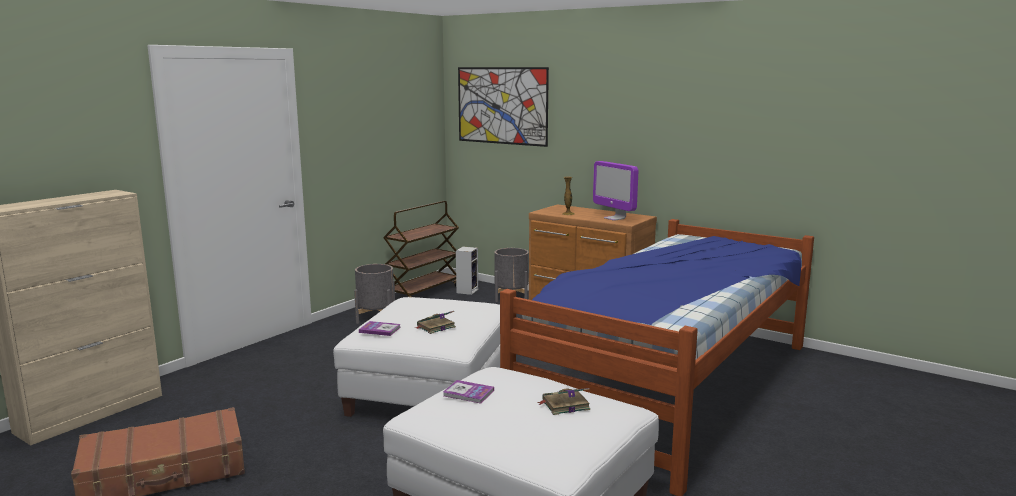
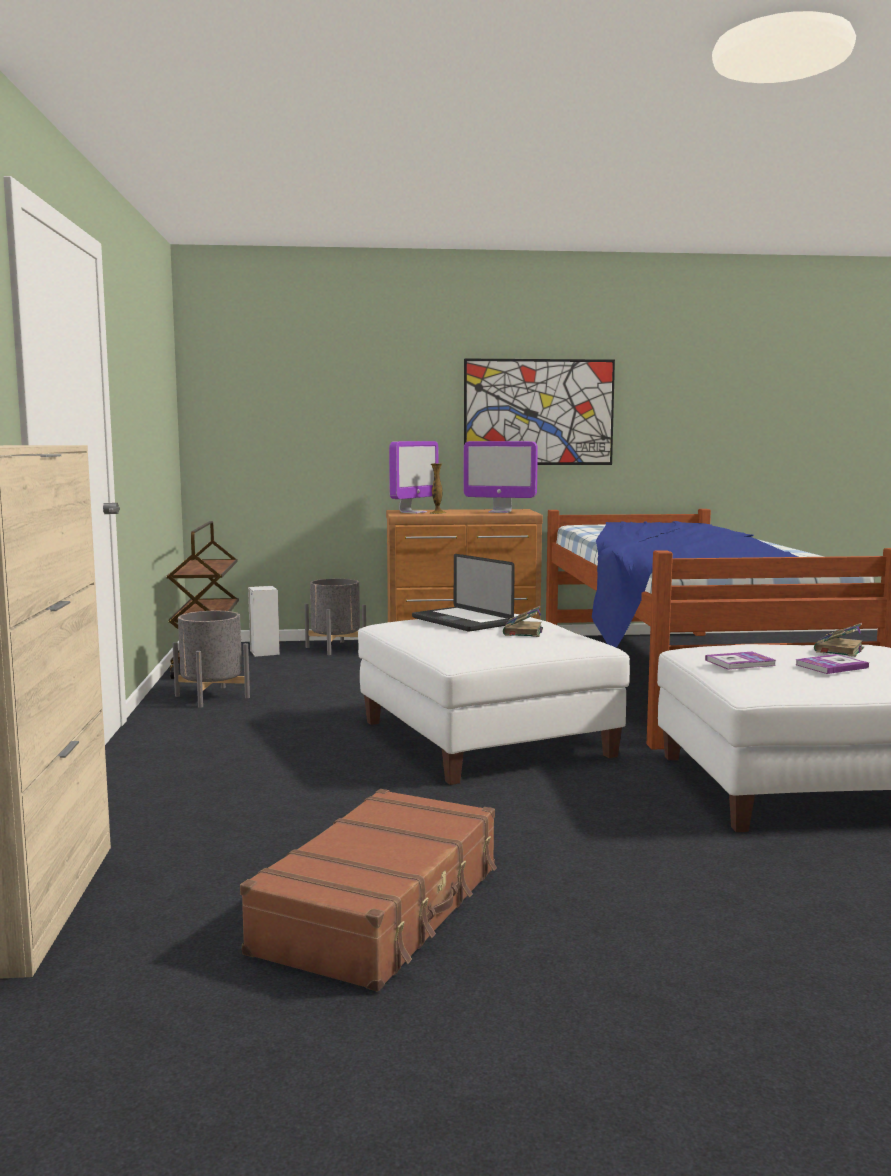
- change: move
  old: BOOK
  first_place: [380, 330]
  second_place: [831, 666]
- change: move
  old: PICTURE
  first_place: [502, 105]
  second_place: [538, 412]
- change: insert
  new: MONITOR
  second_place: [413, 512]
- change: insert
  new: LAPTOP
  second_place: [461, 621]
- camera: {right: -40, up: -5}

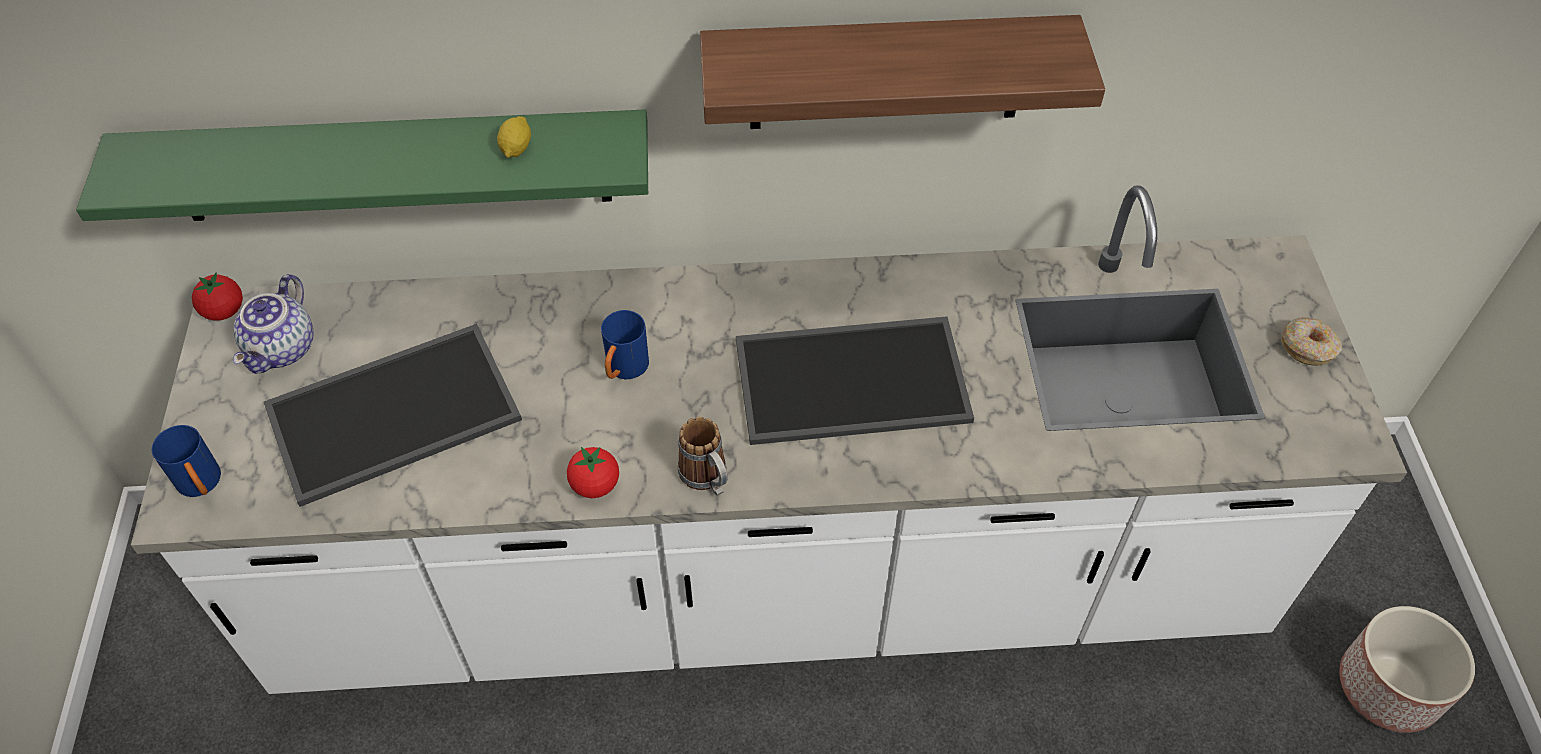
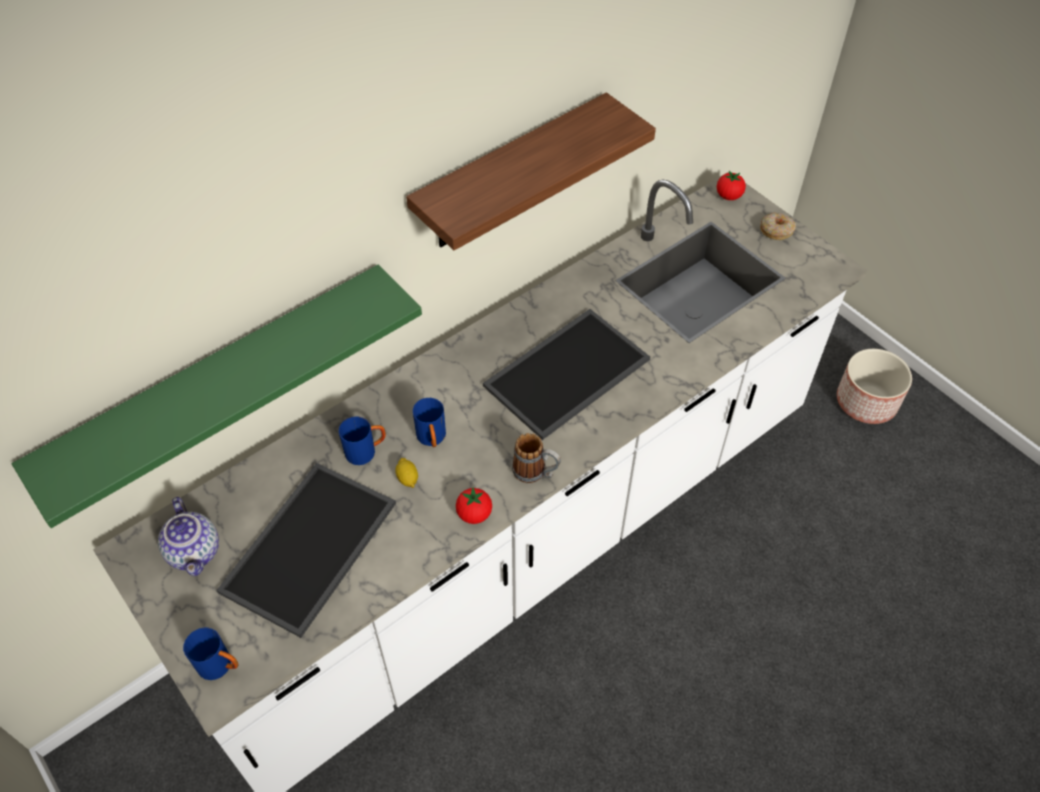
- change: move
  old: TOMATO
  first_place: [224, 311]
  second_place: [728, 196]
- change: move
  old: LEMON
  first_place: [516, 148]
  second_place: [407, 478]
- change: insert
  new: BLUE MUG
  second_place: [366, 451]
- camera: {right: -35, up: 0}

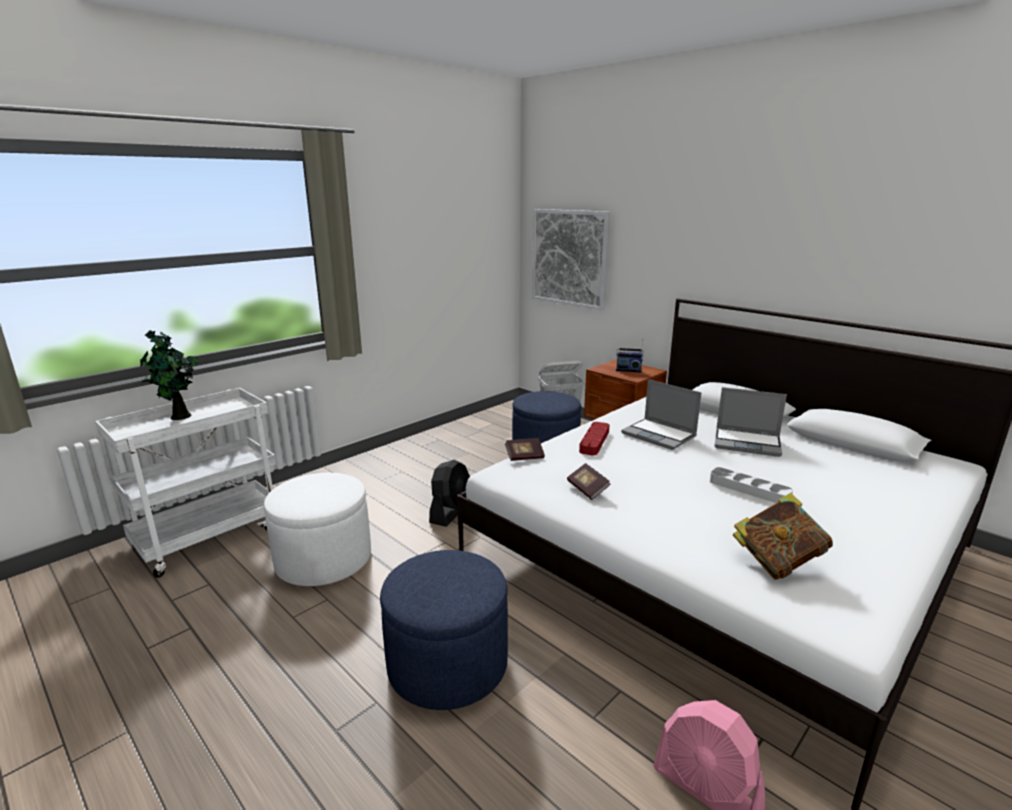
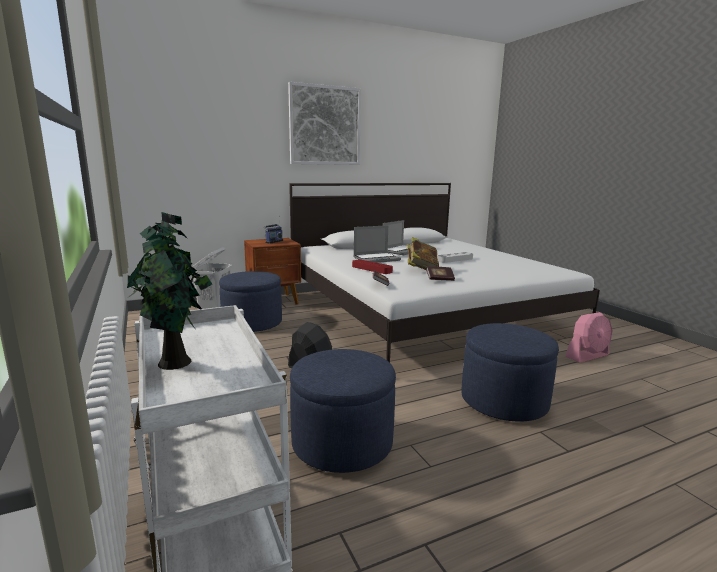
- change: recolor
  old: WHITE OTTOMAN
  new: BLUE OTTOMAN
  first_place: [323, 559]
  second_place: [342, 442]
- change: move
  old: PICTURE
  first_place: [569, 258]
  second_place: [325, 125]
- change: move
  old: BOOK
  first_place: [777, 561]
  second_place: [421, 269]
- camera: {right: -70, up: -5}

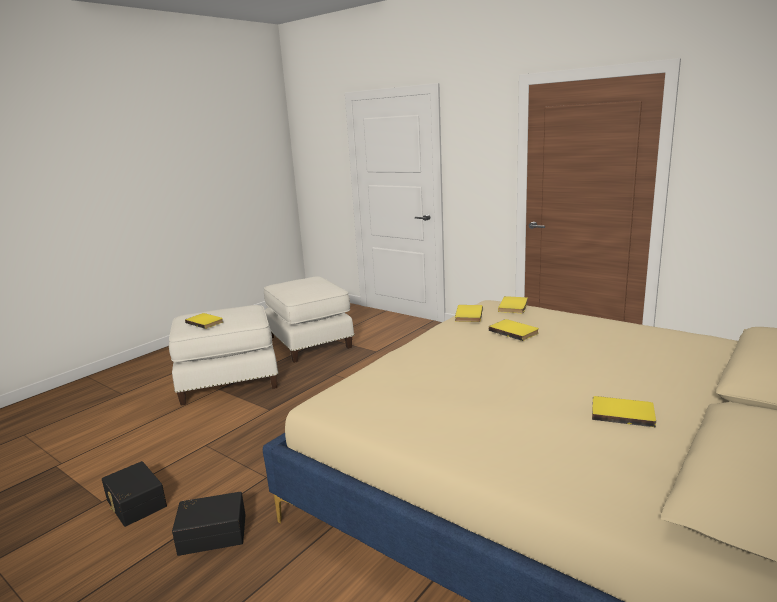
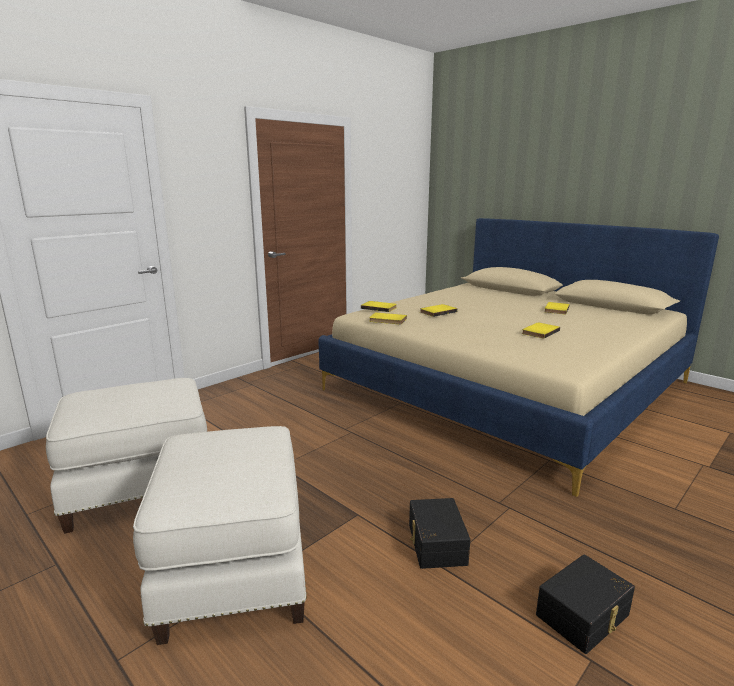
- change: move
  old: BLACK STORAGE BOX
  first_place: [212, 533]
  second_place: [435, 544]
- change: move
  old: YELLOW BOOK
  first_place: [205, 322]
  second_place: [539, 332]
- camera: {right: -85, up: 0}

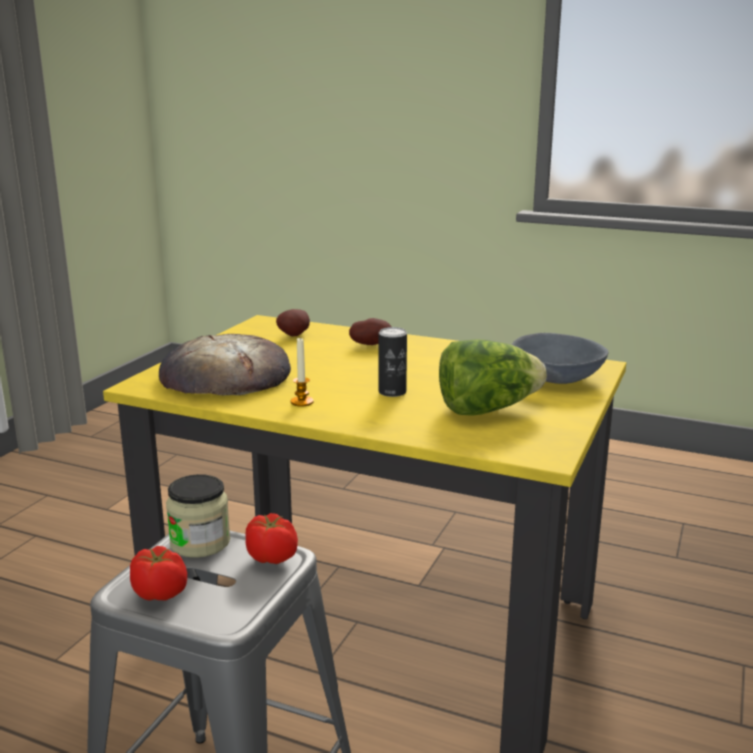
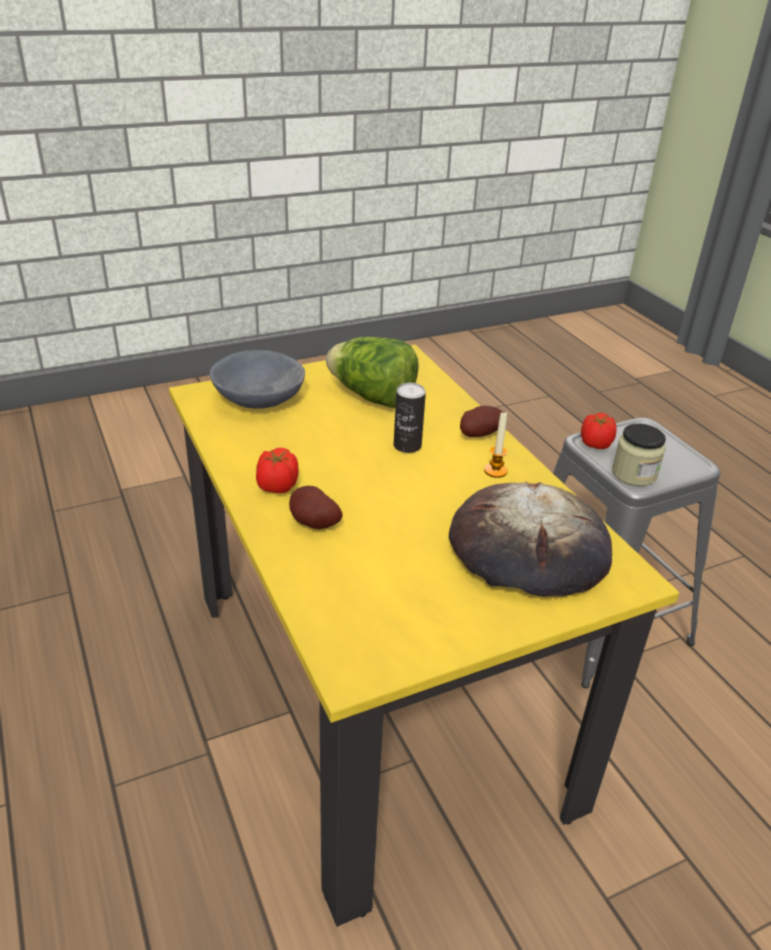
- change: move
  old: TOMATO
  first_place: [160, 593]
  second_place: [277, 486]
- change: move
  old: POTATO
  first_place: [295, 335]
  second_place: [479, 434]
- camera: {right: -140, up: 15}

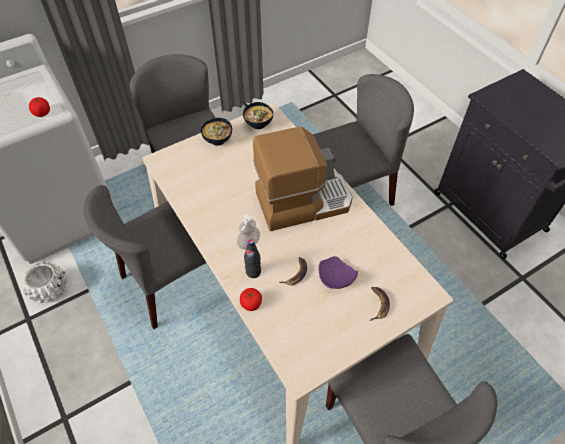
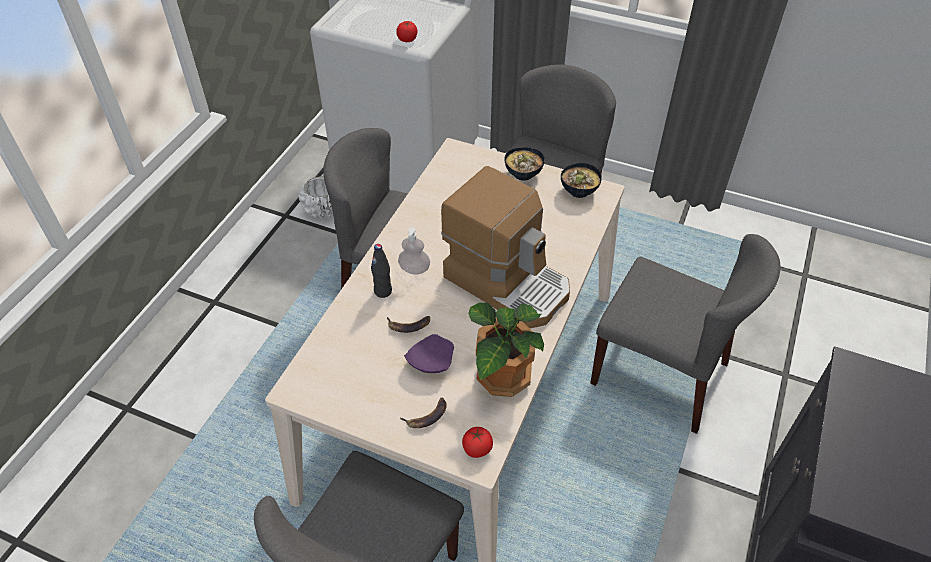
- change: move
  old: TOMATO
  first_place: [251, 304]
  second_place: [477, 448]
- change: insert
  new: POTTED PLANT
  second_place: [501, 377]
- camera: {right: 55, up: -5}

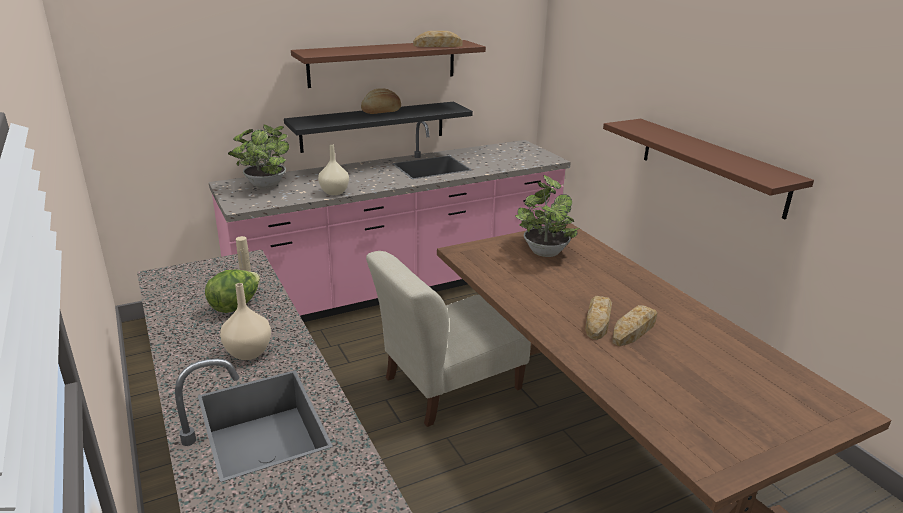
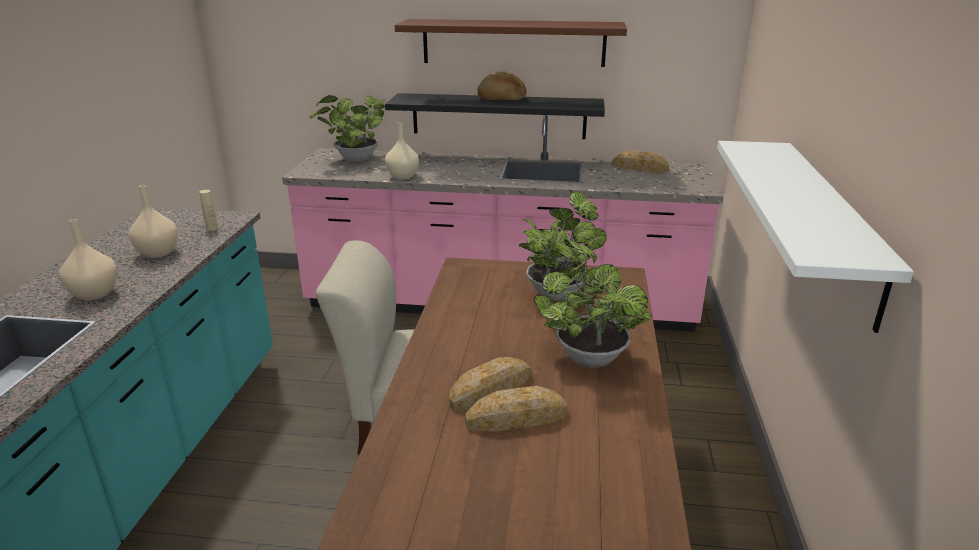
- change: replace
  old: LETTUCE
  new: BEIGE VASE
  first_place: [236, 305]
  second_place: [157, 253]
- change: move
  old: BREAD
  first_place: [437, 45]
  second_place: [639, 168]
- change: recolor
  old: BROWN SHELF
  new: WHITE SHELF
  first_place: [711, 165]
  second_place: [830, 225]
- change: insert
  new: POTTED PLANT
  second_place: [587, 355]
- camera: {right: 35, up: 0}

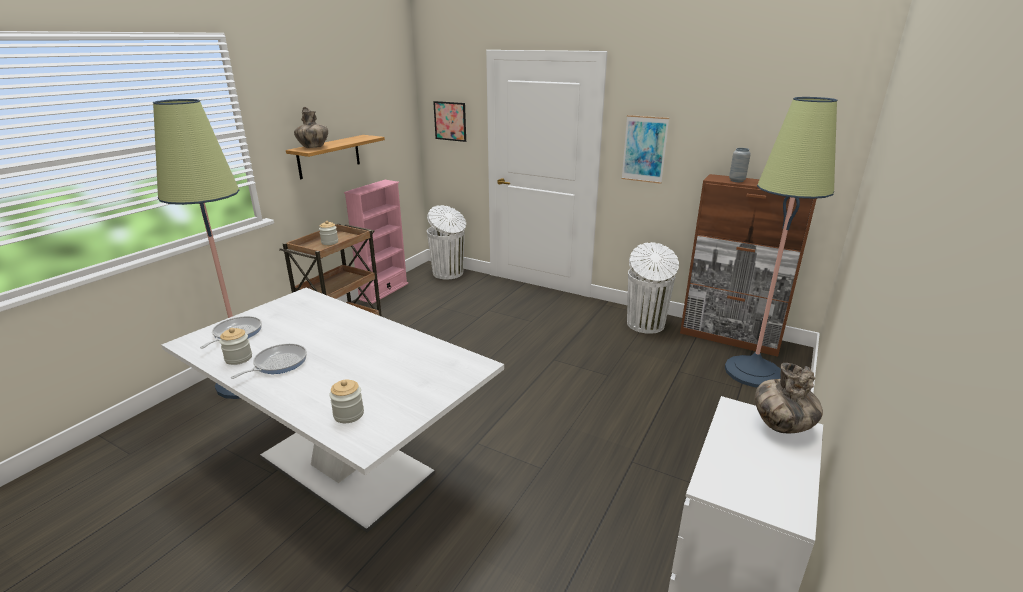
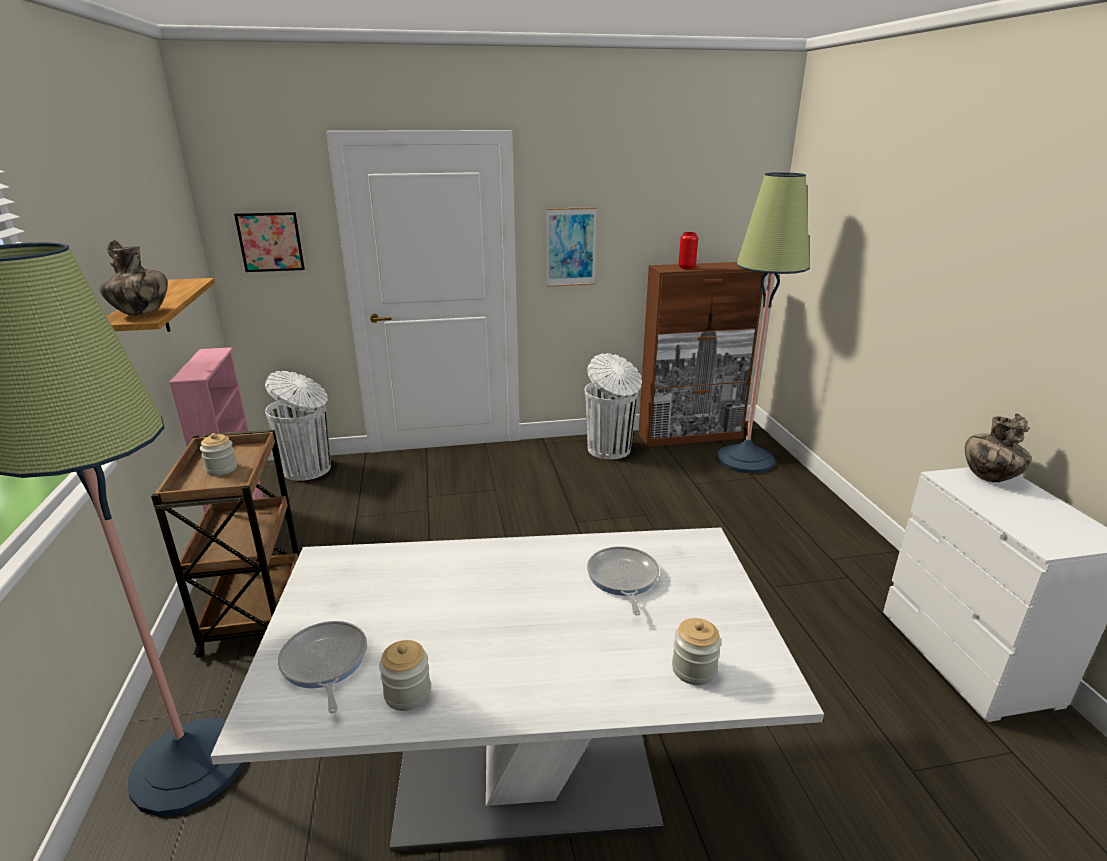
- change: move
  old: FRYING PAN
  first_place: [278, 363]
  second_place: [622, 579]
- change: recolor
  old: GREY VASE
  new: RED VASE
  first_place: [736, 181]
  second_place: [686, 268]
- camera: {right: -40, up: 0}

